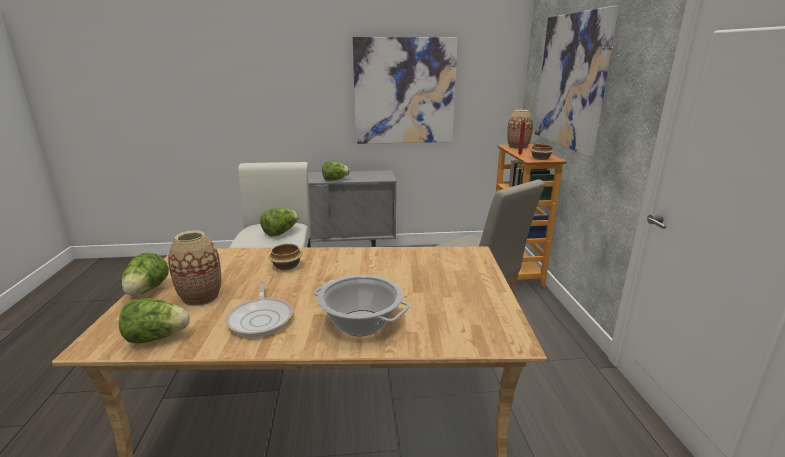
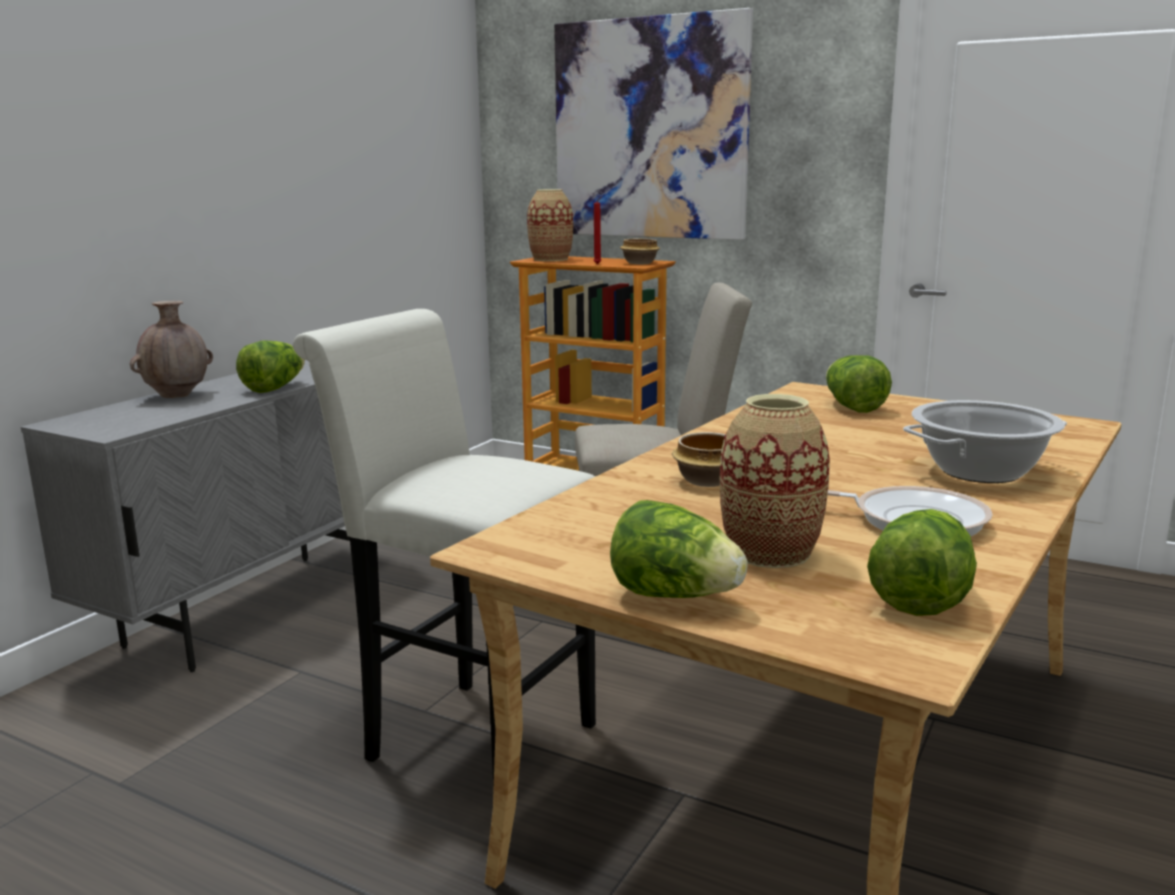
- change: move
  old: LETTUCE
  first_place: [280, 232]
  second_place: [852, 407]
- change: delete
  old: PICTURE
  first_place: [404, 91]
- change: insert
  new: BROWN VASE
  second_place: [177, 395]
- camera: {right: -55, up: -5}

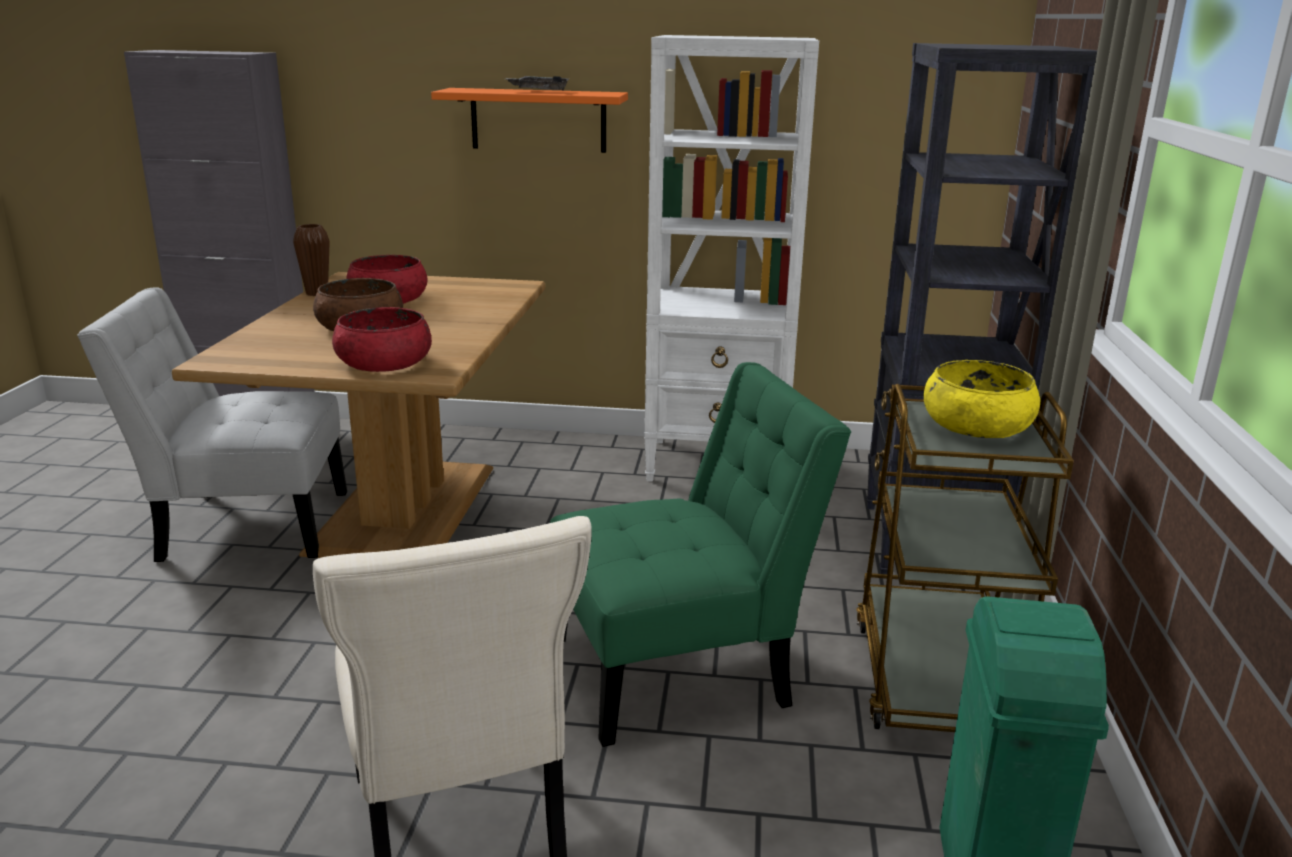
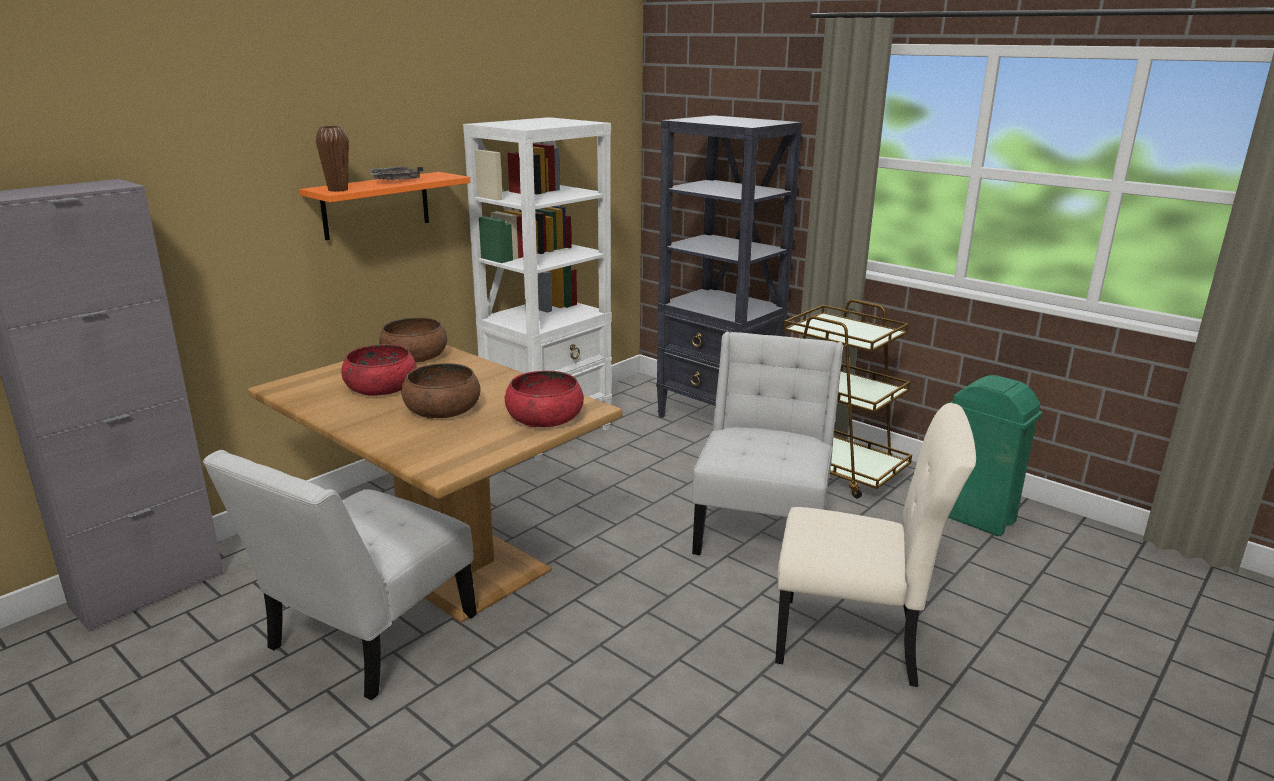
- change: move
  old: BROWN VASE
  first_place: [317, 293]
  second_place: [338, 190]
- change: recolor
  old: GREEN CHAIR
  new: WHITE CHAIR
  first_place: [681, 669]
  second_place: [763, 527]
- change: delete
  old: YELLOW BOWL
  first_place: [977, 425]
- change: insert
  new: BROWN BOWL
  second_place: [415, 356]
- camera: {right: -55, up: 0}

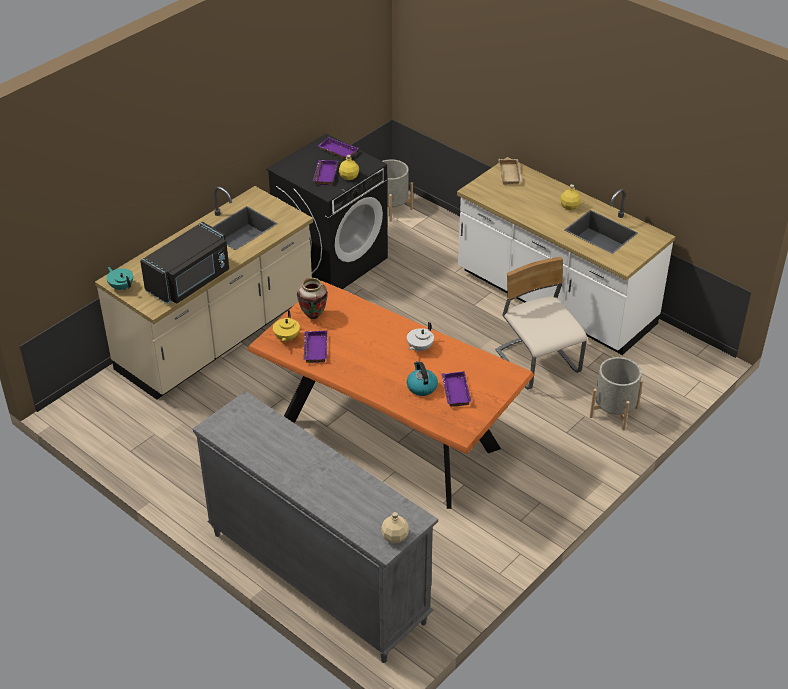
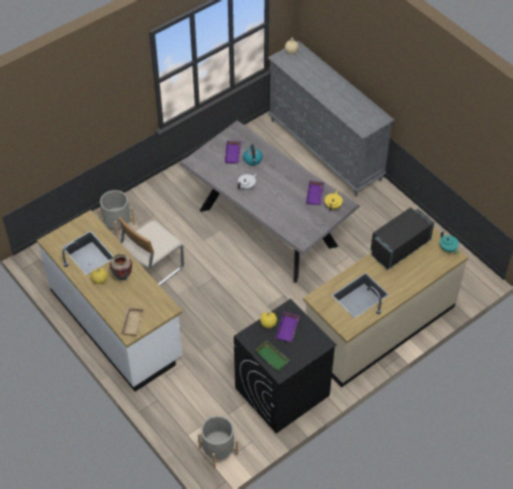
- change: recolor
  old: ORANGE DINING TABLE
  new: GREY DINING TABLE
  first_place: [389, 436]
  second_place: [267, 228]
- change: move
  old: VASE
  first_place: [313, 316]
  second_place: [122, 277]
- change: recolor
  old: PURPLE TRAY
  new: GREEN TRAY
  first_place: [337, 151]
  second_place: [273, 357]
- change: rotate
  old: BEIGE CHAIR
  first_place: [538, 362]
  second_place: [151, 269]
  degrees: 60
- camera: {right: -170, up: 10}

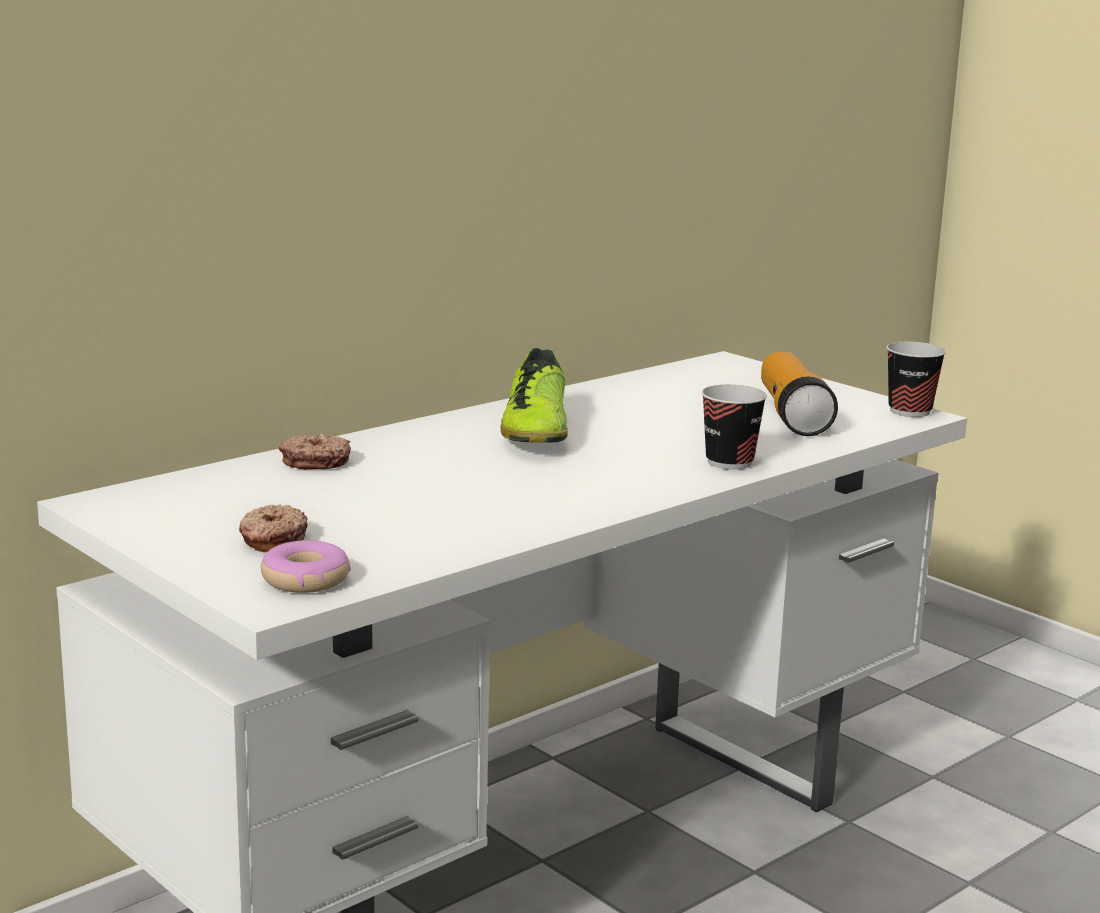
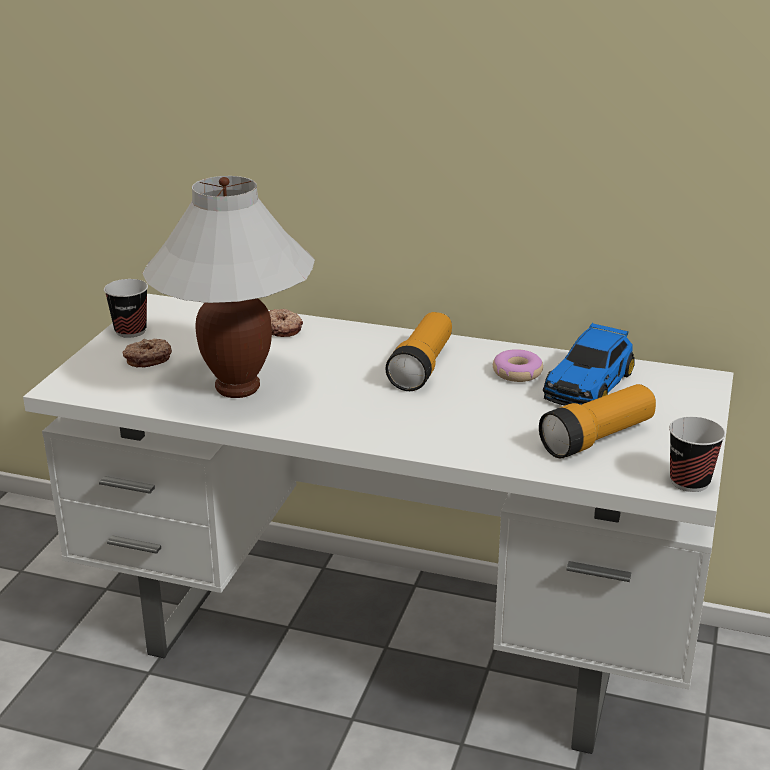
- change: move
  old: DONUT
  first_place: [305, 580]
  second_place: [517, 373]
- change: replace
  old: SHOE
  new: FLASHLIGHT
  first_place: [535, 433]
  second_place: [422, 367]
- change: move
  old: CUP
  first_place: [729, 462]
  second_place: [130, 331]
- change: insert
  new: WHITE TABLE LAMP
  second_place: [237, 388]
- change: insert
  new: TOY CAR
  second_place: [589, 383]
- camera: {right: 60, up: 10}

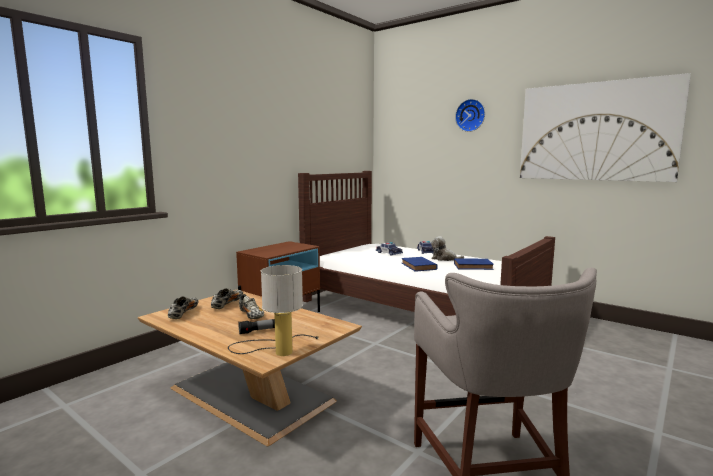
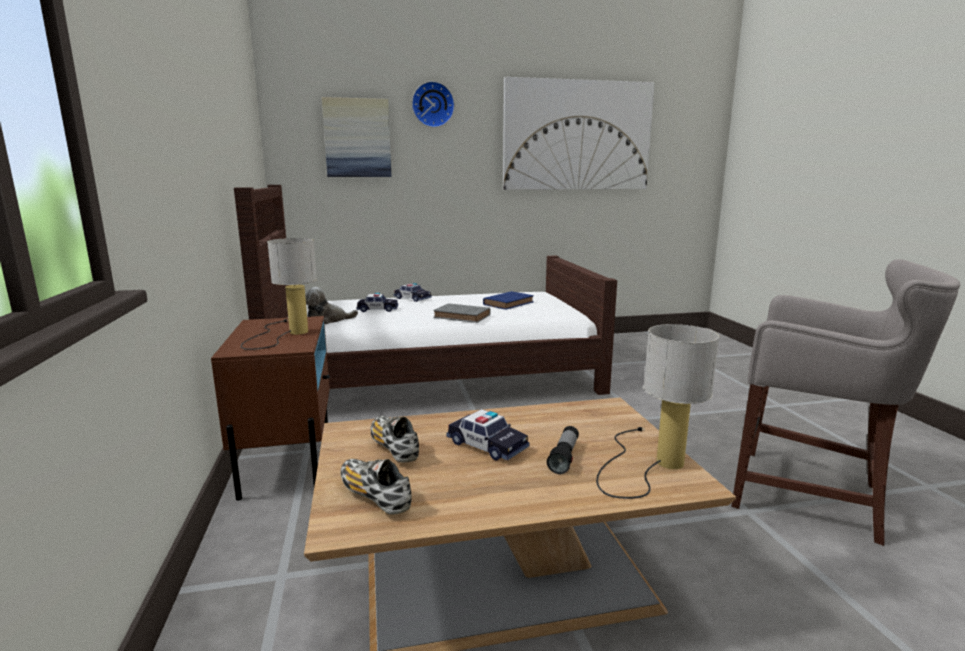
- change: replace
  old: SHOE
  new: TOY CAR
  first_place: [251, 316]
  second_place: [487, 445]
- change: recolor
  old: BLUE BOOK
  new: GREY BOOK
  first_place: [419, 267]
  second_place: [463, 316]
- change: move
  old: PLUSH TOY
  first_place: [444, 259]
  second_place: [327, 320]
- change: insert
  new: TABLE LAMP
  second_place: [286, 333]
- change: insert
  new: PICTURE
  second_place: [357, 138]
- camera: {right: -50, up: 5}

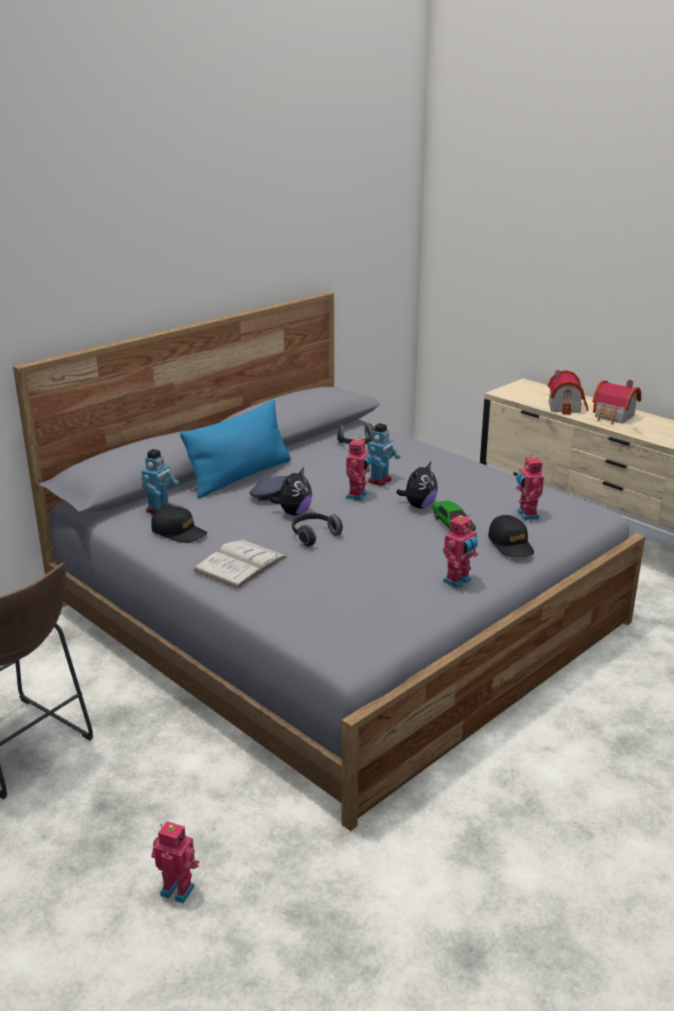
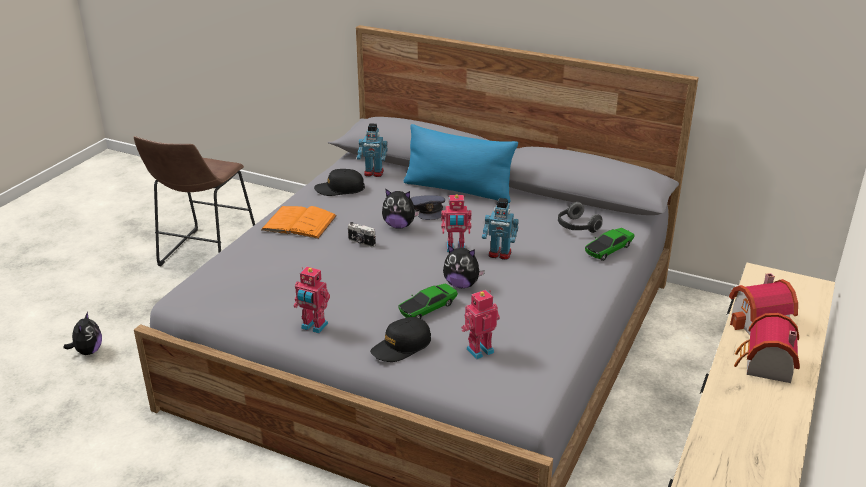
- change: rotate
  old: BLACK CAP
  first_place: [179, 532]
  second_place: [340, 189]
  degrees: 75
- change: replace
  old: TOY ROBOT
  new: PLUSH TOY
  first_place: [178, 889]
  second_place: [88, 351]
- change: recolor
  old: WHITE BOOK
  new: ORANGE BOOK
  first_place: [240, 563]
  second_place: [299, 223]
- change: replace
  old: HEADPHONES
  new: PHOTO CAMERA
  first_place: [314, 535]
  second_place: [361, 242]
- change: insert
  new: TOY CAR
  second_place: [609, 249]
- camera: {right: 70, up: 5}

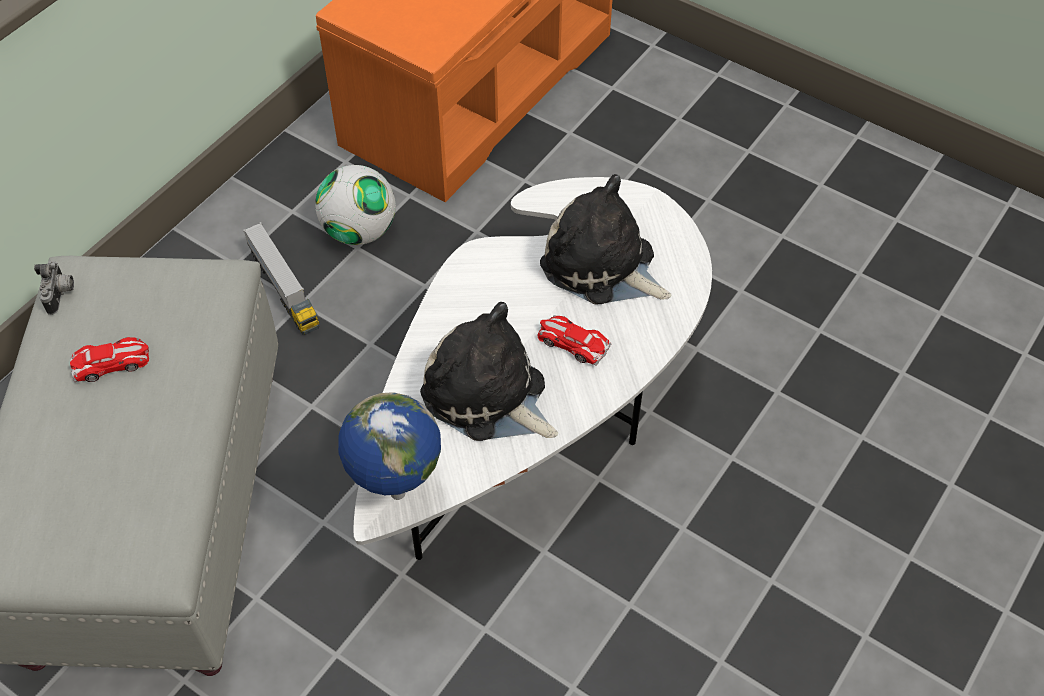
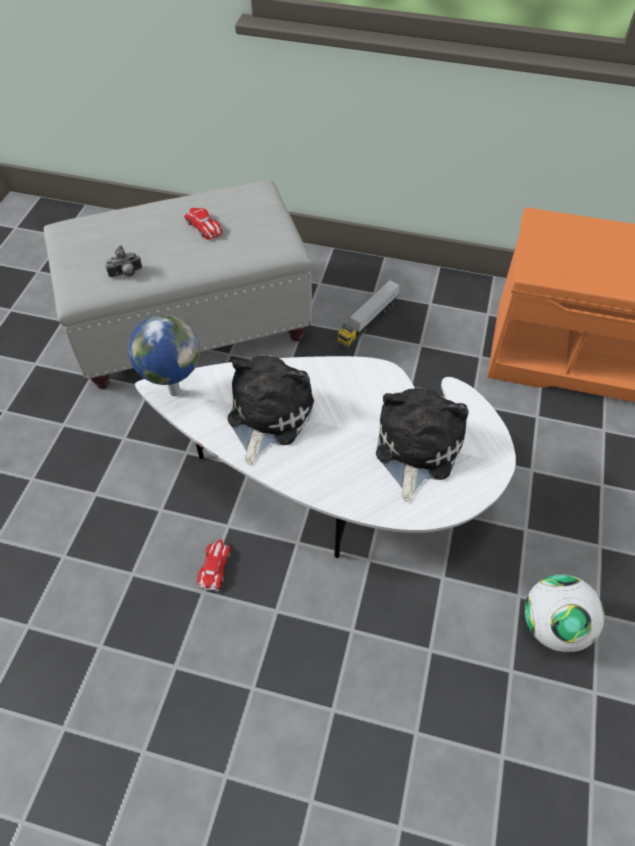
- change: move
  old: PHOTO CAMERA
  first_place: [61, 295]
  second_place: [126, 274]
- change: move
  old: FOOTBALL
  first_place: [359, 231]
  second_place: [553, 626]
- change: move
  old: TOY CAR
  first_place: [572, 342]
  second_place: [214, 567]
- camera: {right: 70, up: 0}

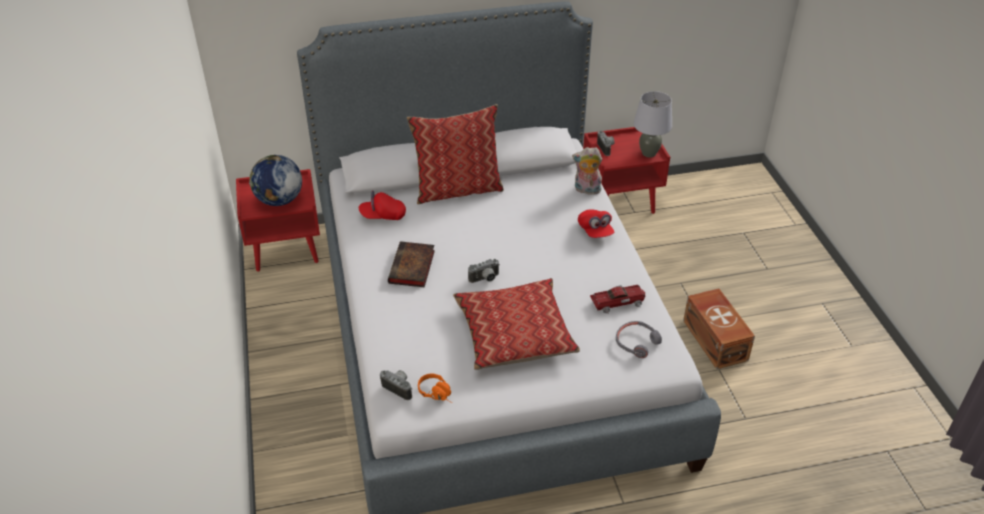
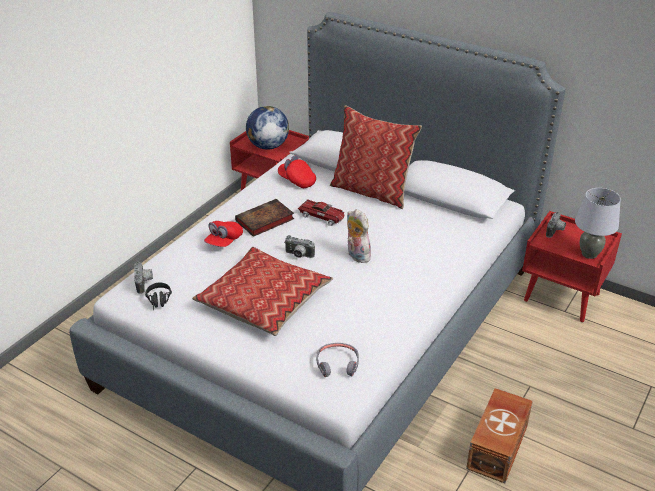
- change: recolor
  old: ORANGE HEADPHONES
  new: BLACK HEADPHONES
  first_place: [438, 394]
  second_place: [159, 302]
- change: move
  old: PLUSH TOY
  first_place: [586, 190]
  second_place: [356, 255]
- change: move
  old: RED CAP
  first_place: [595, 231]
  second_place: [224, 241]
- change: move
  old: TOY CAR
  first_place: [618, 302]
  second_place: [322, 216]
- camera: {right: 45, up: -5}

